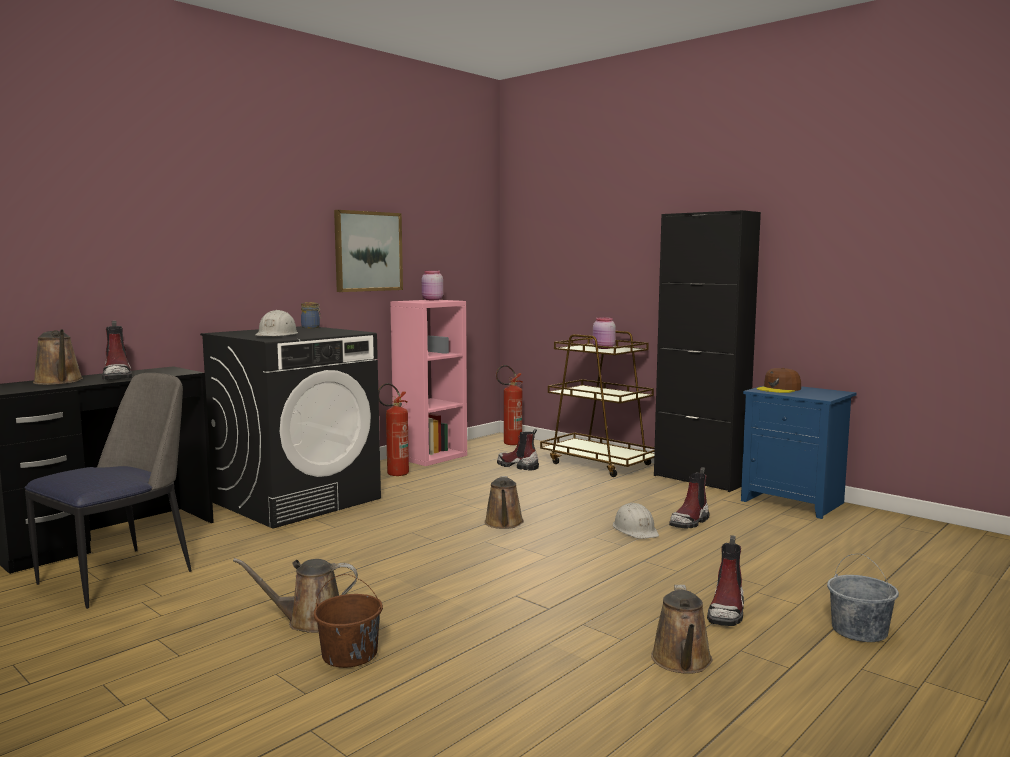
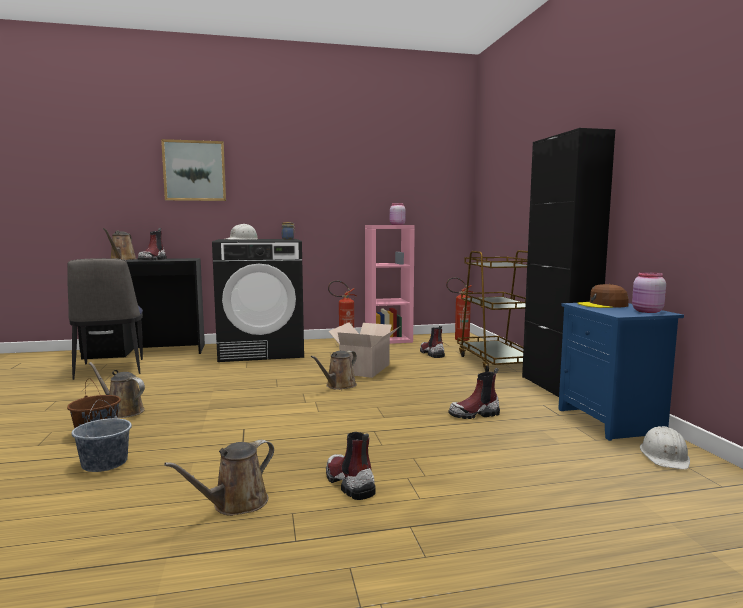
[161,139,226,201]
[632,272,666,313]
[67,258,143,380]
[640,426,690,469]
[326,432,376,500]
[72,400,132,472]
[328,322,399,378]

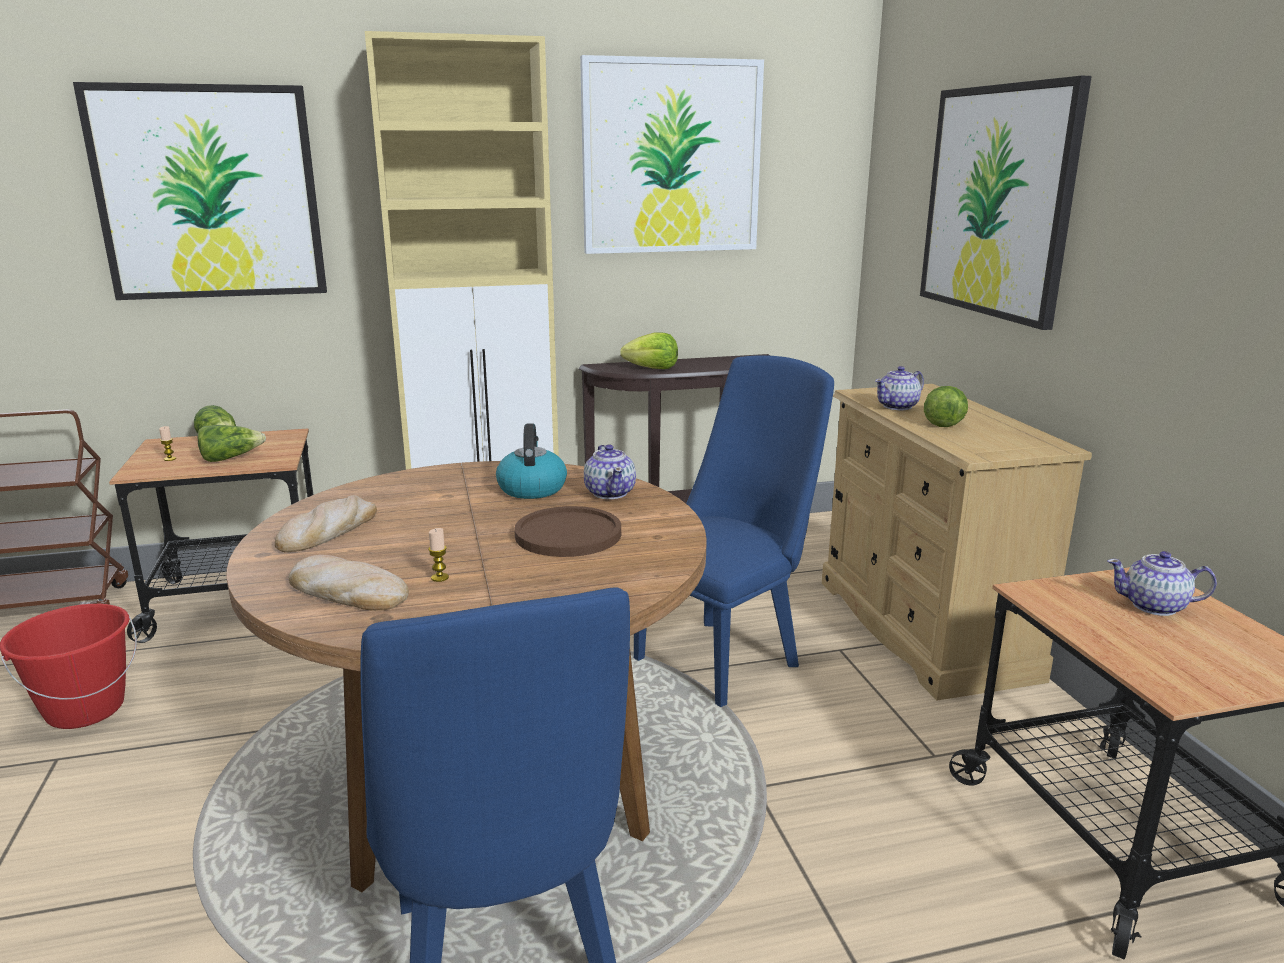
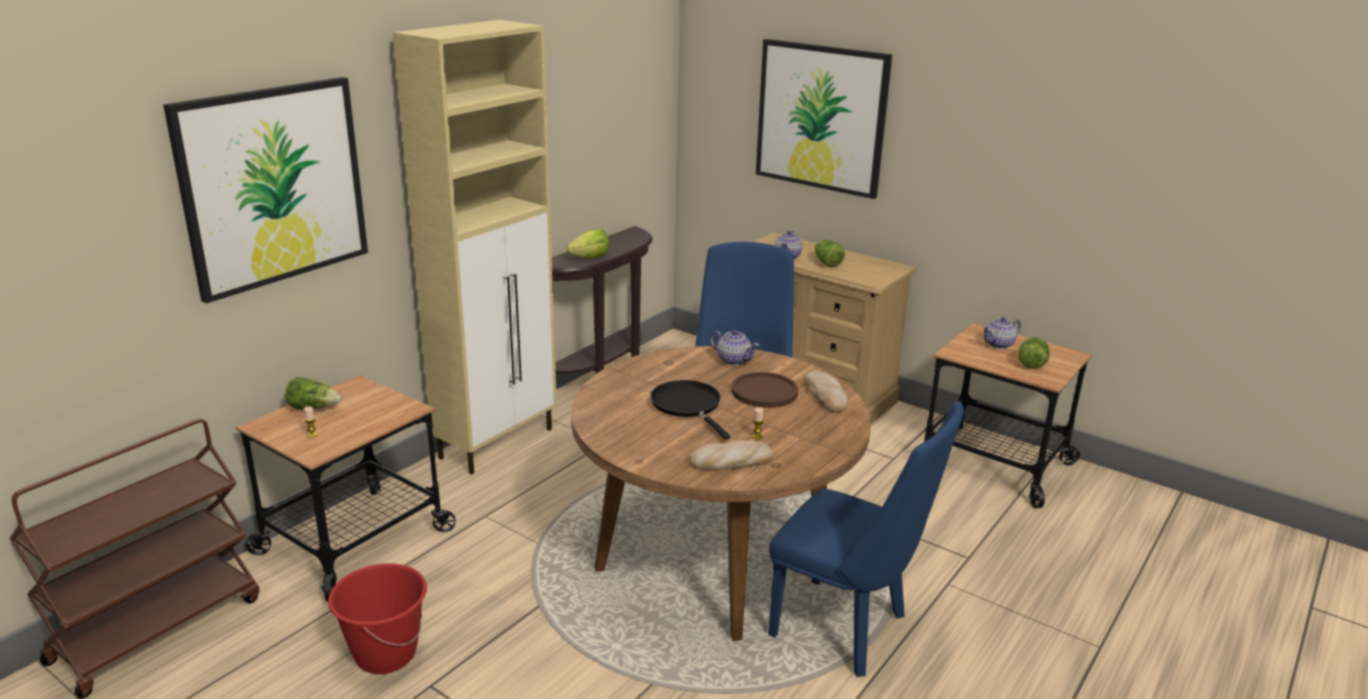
[580,55,764,254] (first image)
[496,423,567,499] (first image)
[1018,337,1050,369]
[804,371,848,412]
[651,380,730,439]

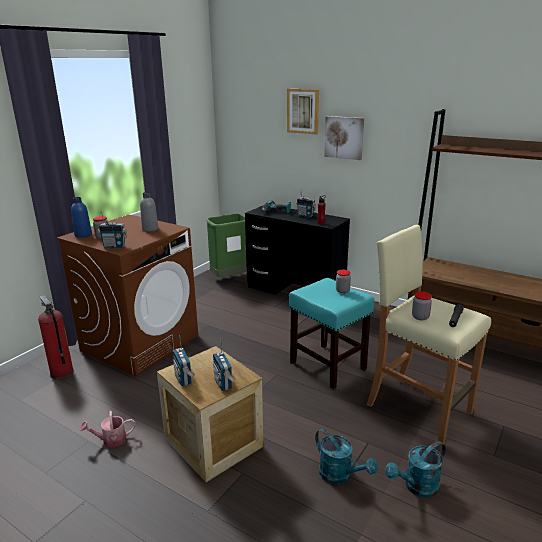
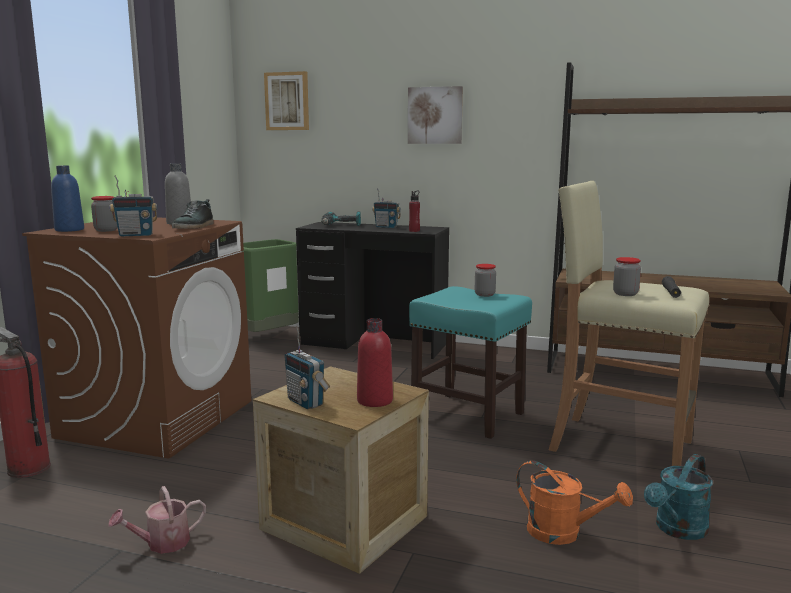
[264,71,309,130]
[357,318,393,407]
[516,461,633,545]
[172,199,213,228]

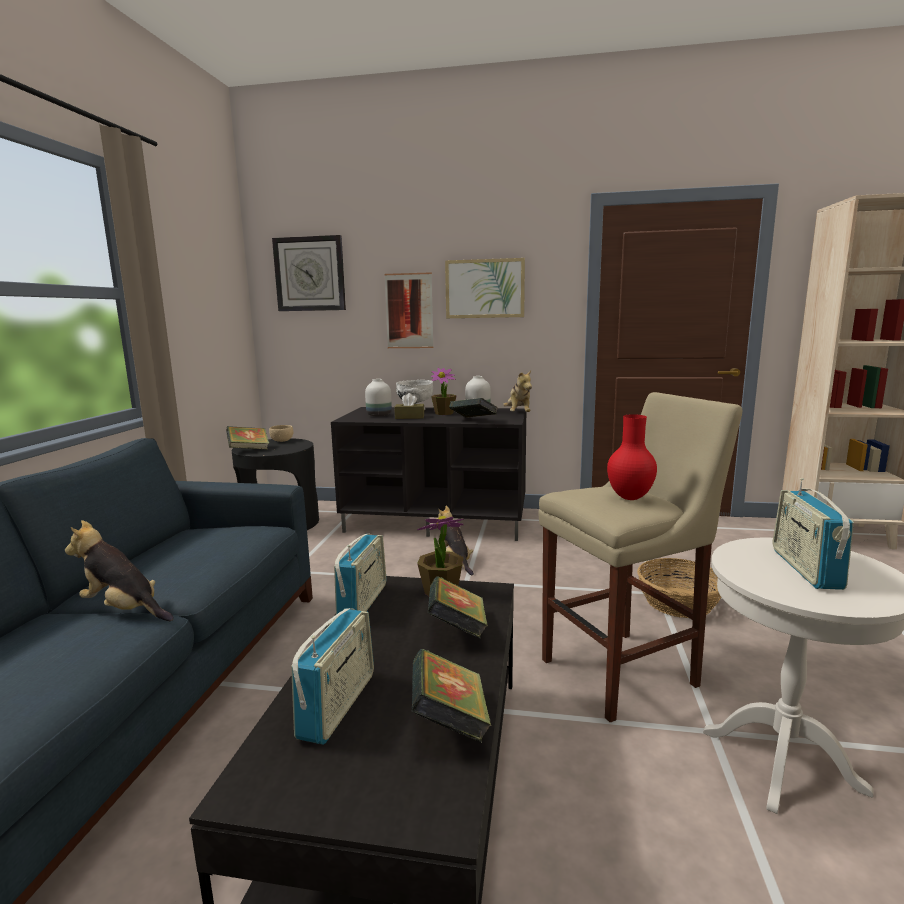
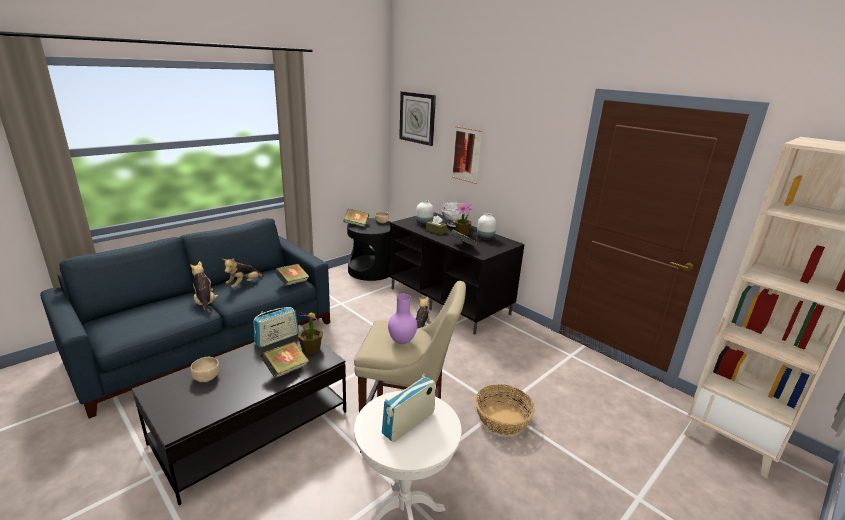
[445,258,525,318] (first image)
[222,258,264,288]
[388,294,417,344]
[190,357,220,382]
[274,264,310,286]

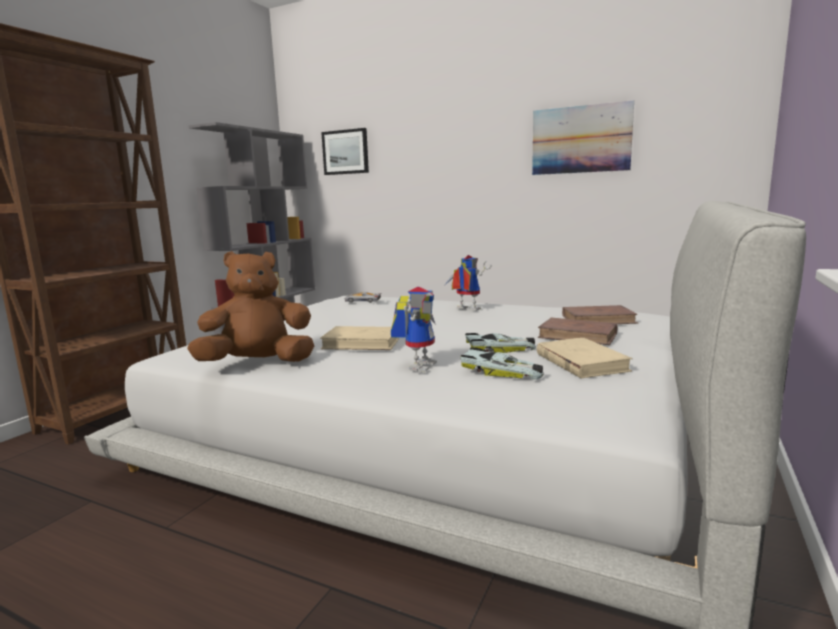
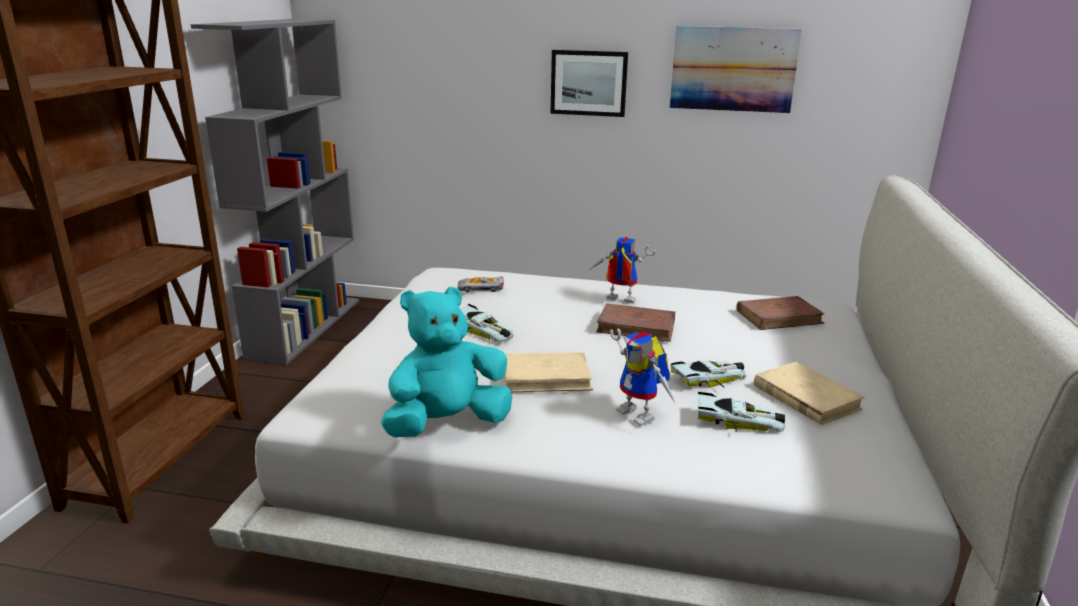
[550,50,628,117]
[381,287,512,437]
[610,328,675,426]
[596,303,675,342]
[460,304,514,342]

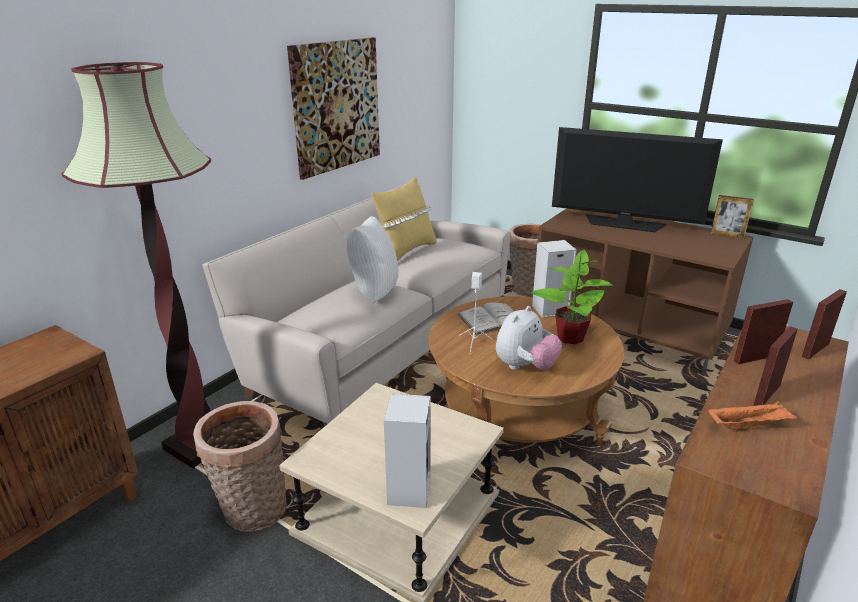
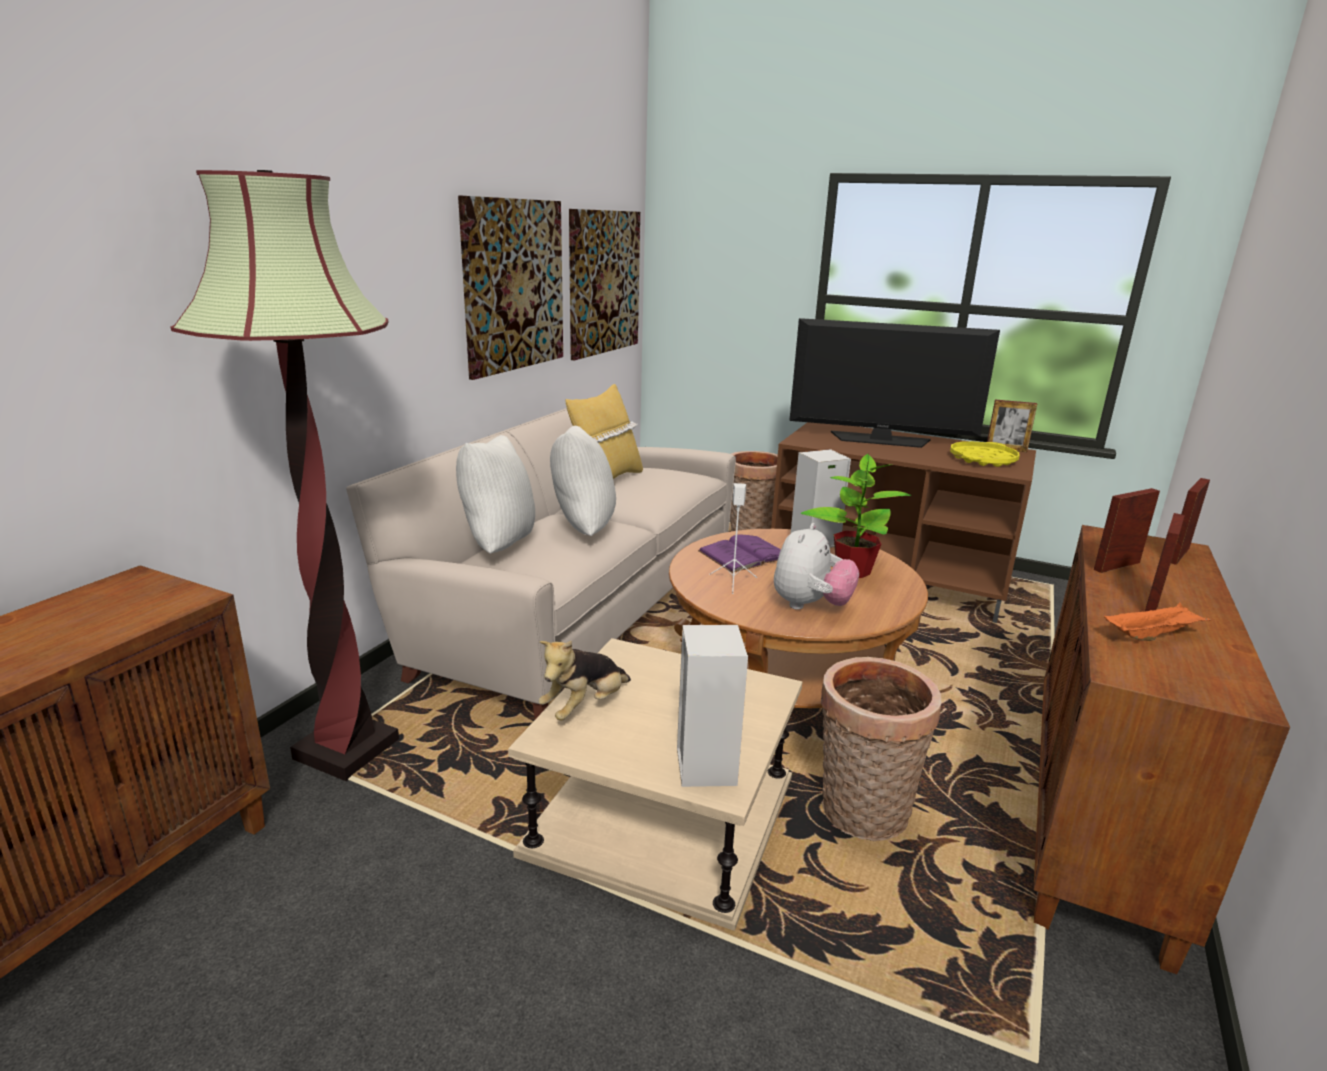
[698,534,781,573]
[821,657,941,841]
[569,209,640,360]
[456,435,535,554]
[950,441,1020,467]
[538,641,631,721]

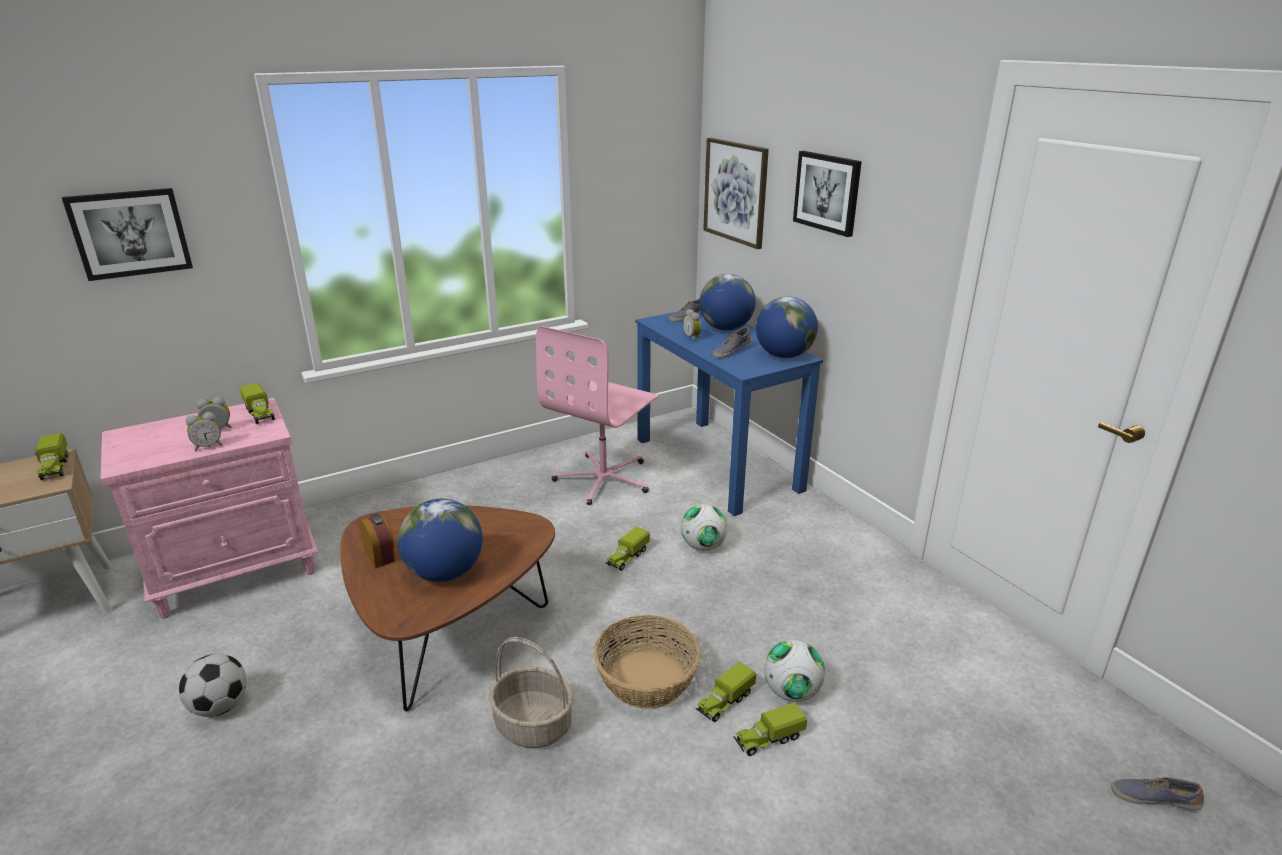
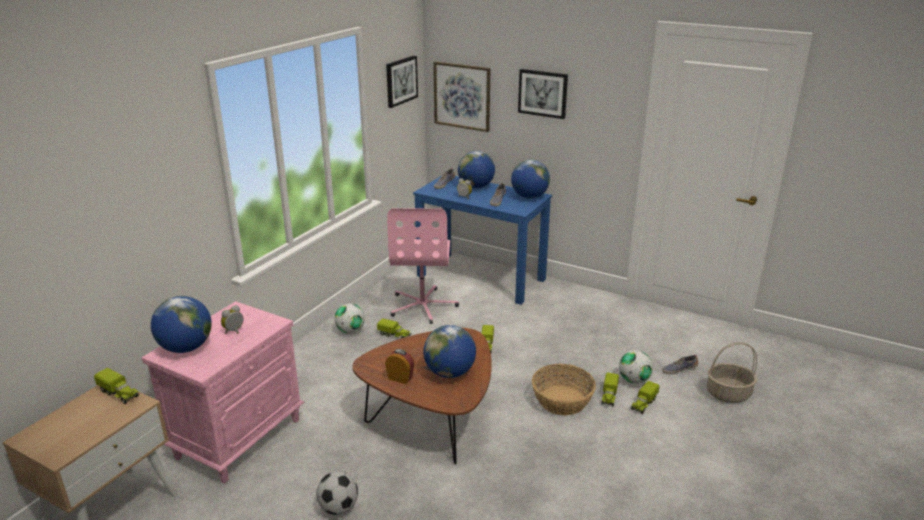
[386,56,418,108]
[377,318,412,338]
[186,412,222,451] (first image)
[335,304,365,334]
[707,342,757,403]
[662,355,699,374]
[151,296,212,353]

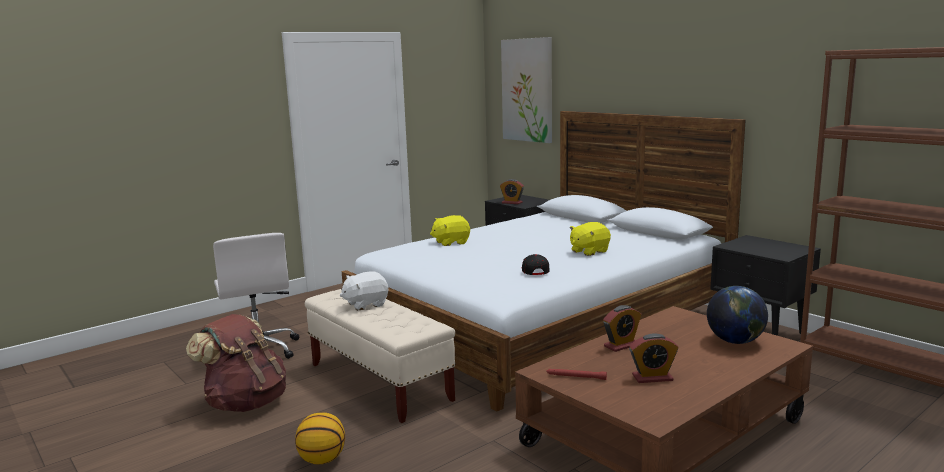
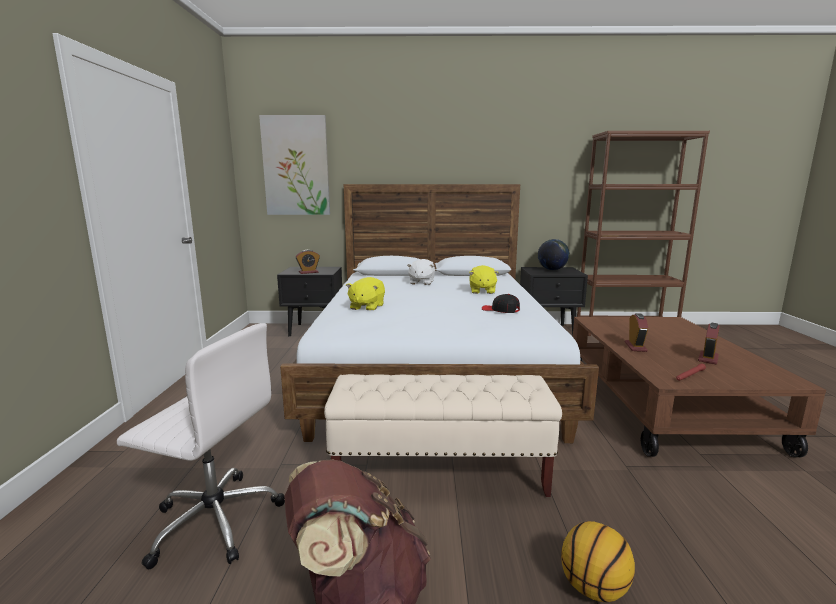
[407,259,435,285]
[538,239,570,270]

